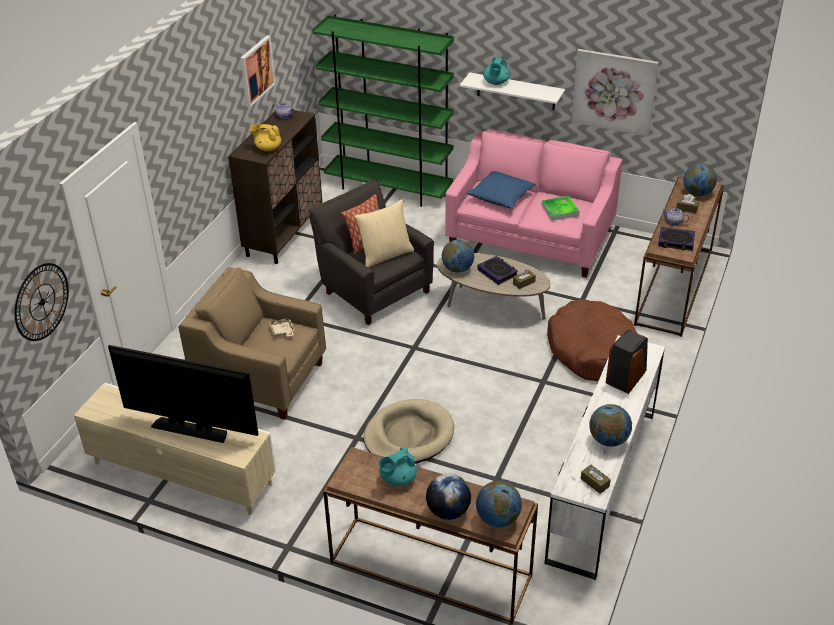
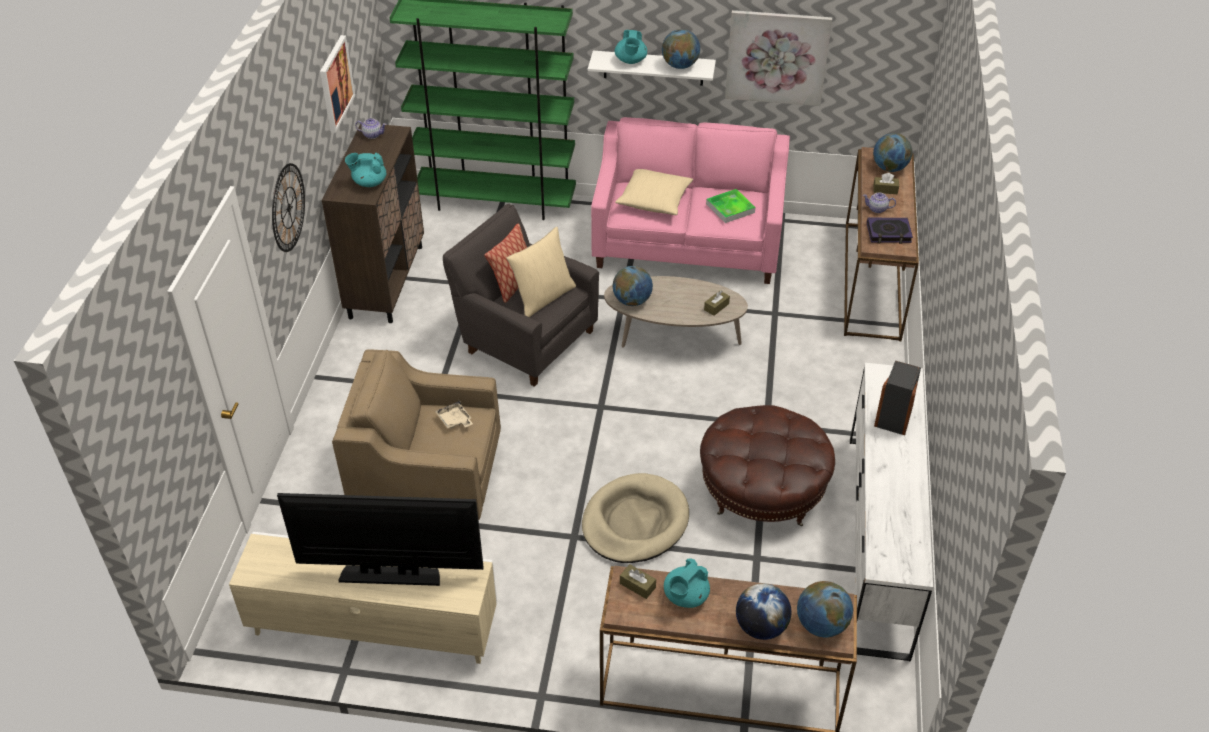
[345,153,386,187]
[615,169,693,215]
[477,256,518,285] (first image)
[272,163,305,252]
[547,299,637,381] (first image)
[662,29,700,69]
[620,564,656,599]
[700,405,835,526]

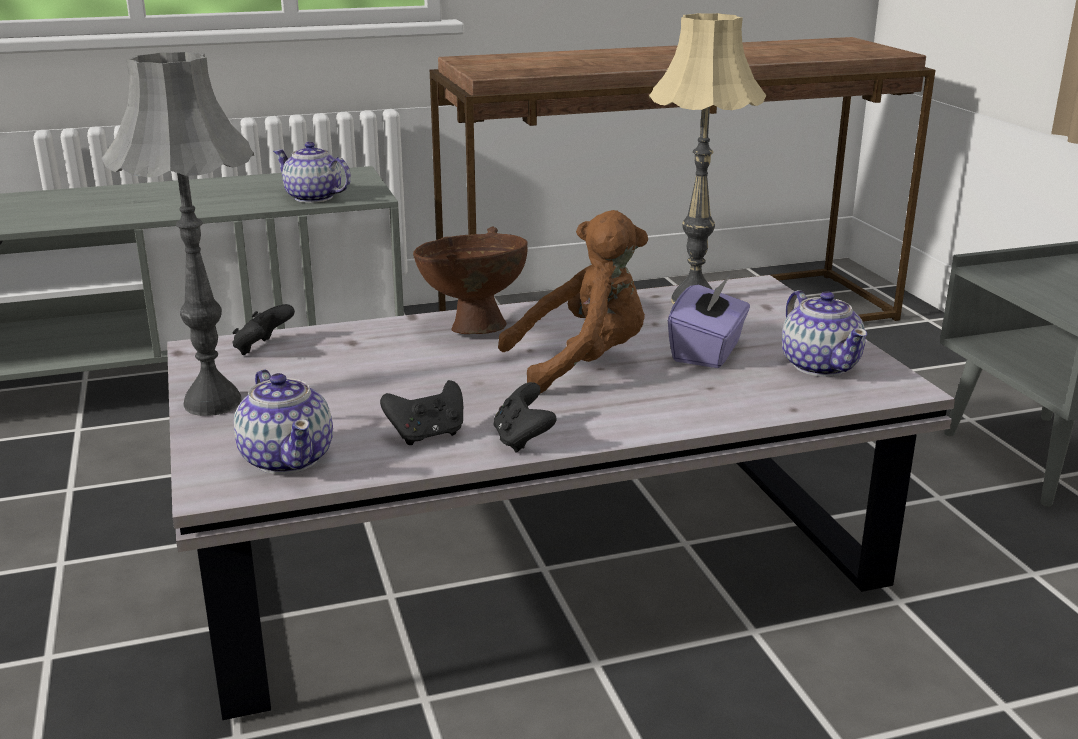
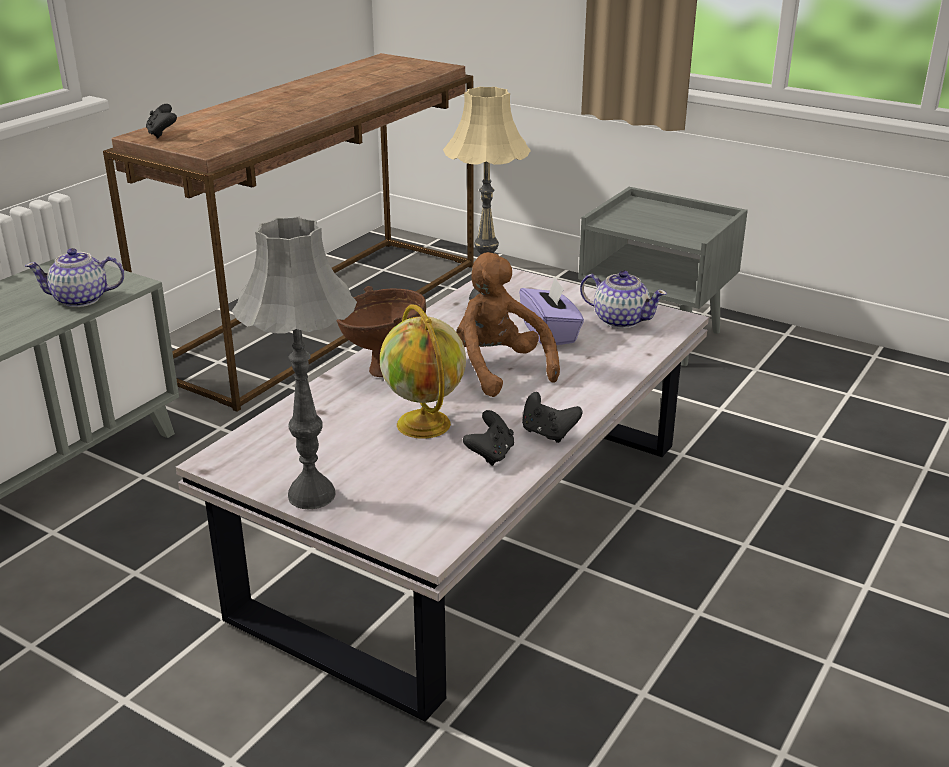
[457,252,560,397]
[146,104,177,139]
[234,369,333,474] (first image)
[380,305,466,439]

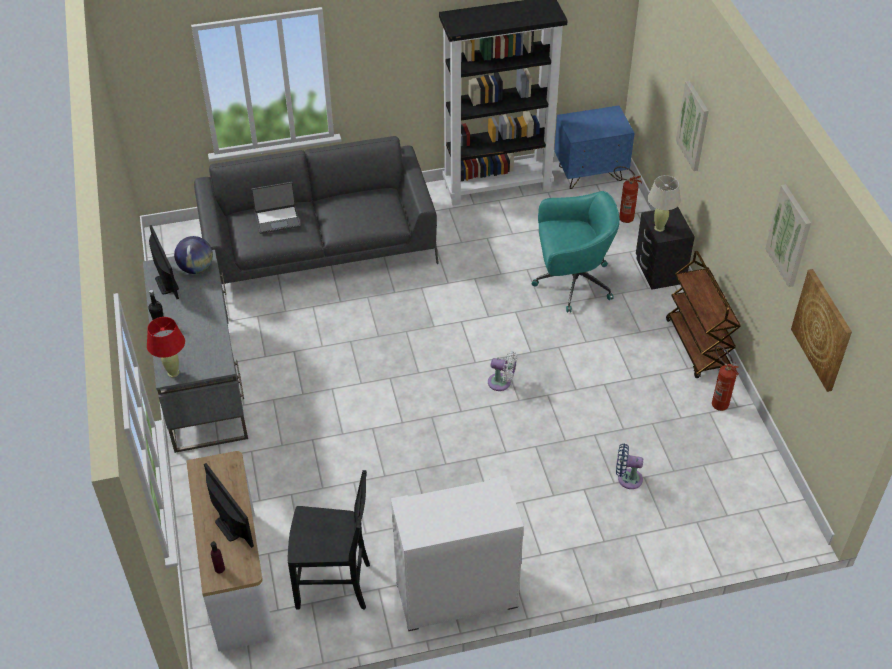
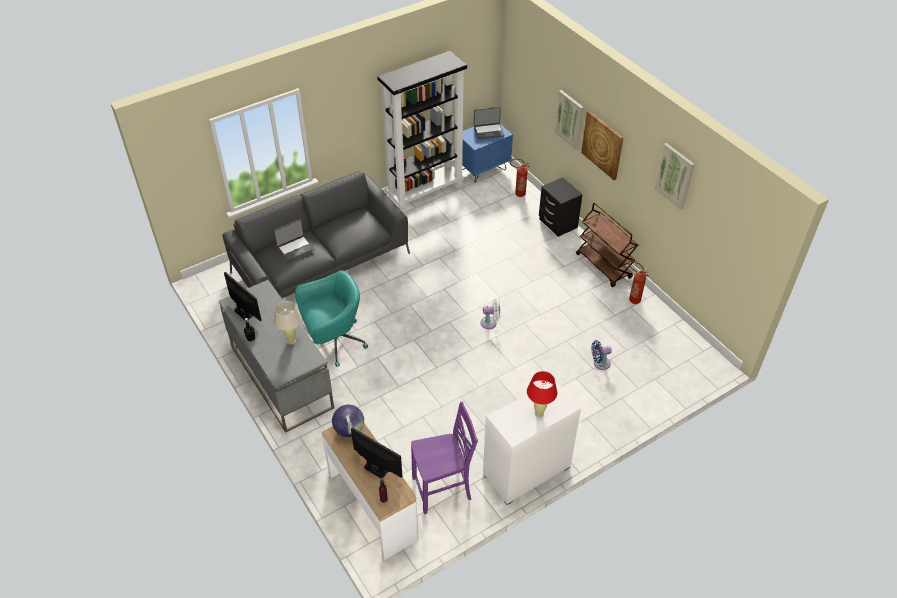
[273,301,301,344]
[295,270,368,367]
[332,405,364,437]
[581,110,624,180]
[527,371,557,417]
[411,401,478,514]
[474,107,504,140]

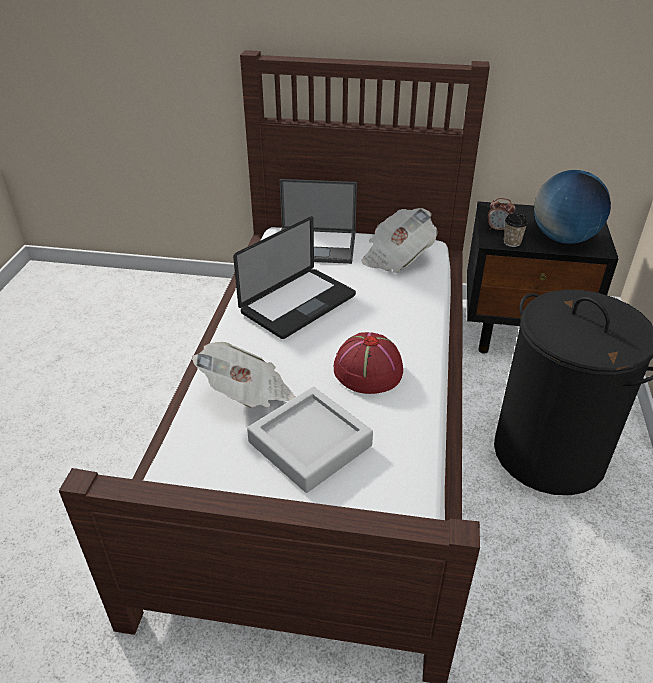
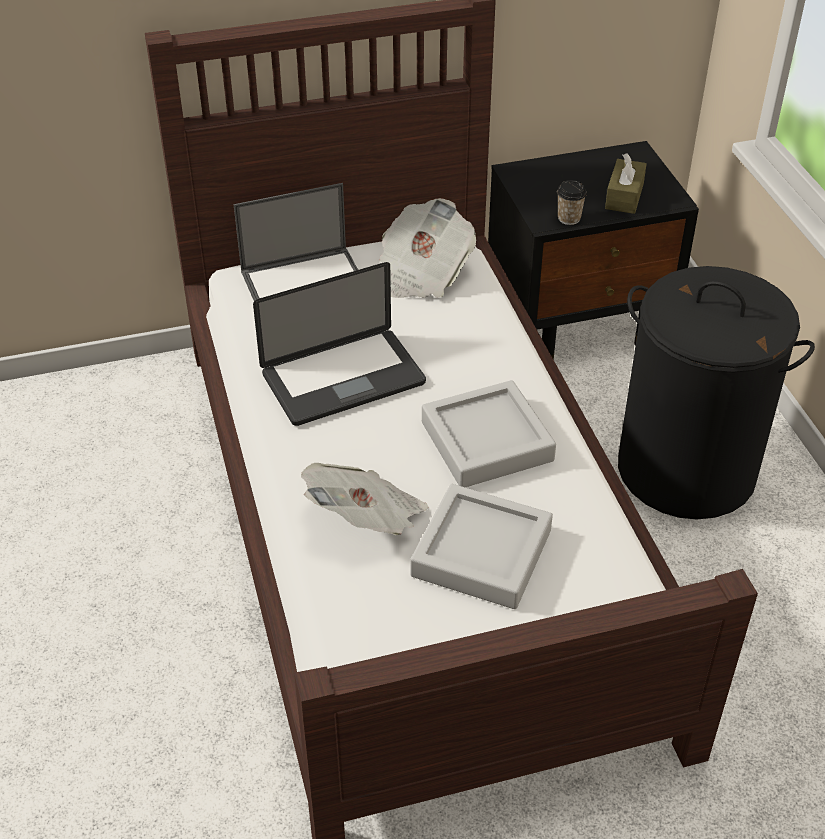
[605,153,647,214]
[488,198,515,230] (first image)
[253,262,426,426]
[422,380,556,487]

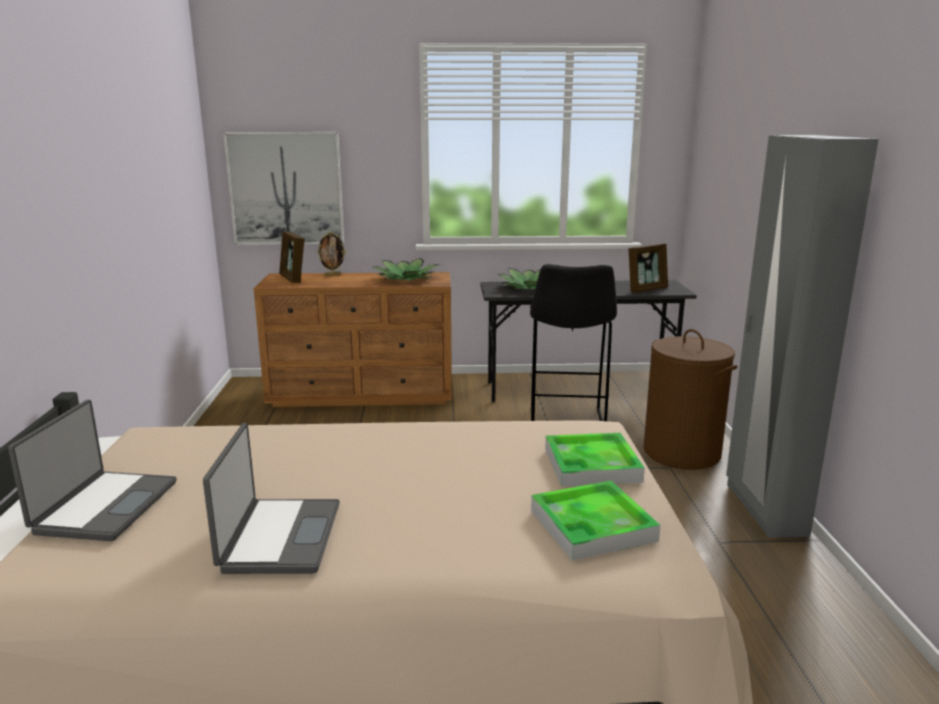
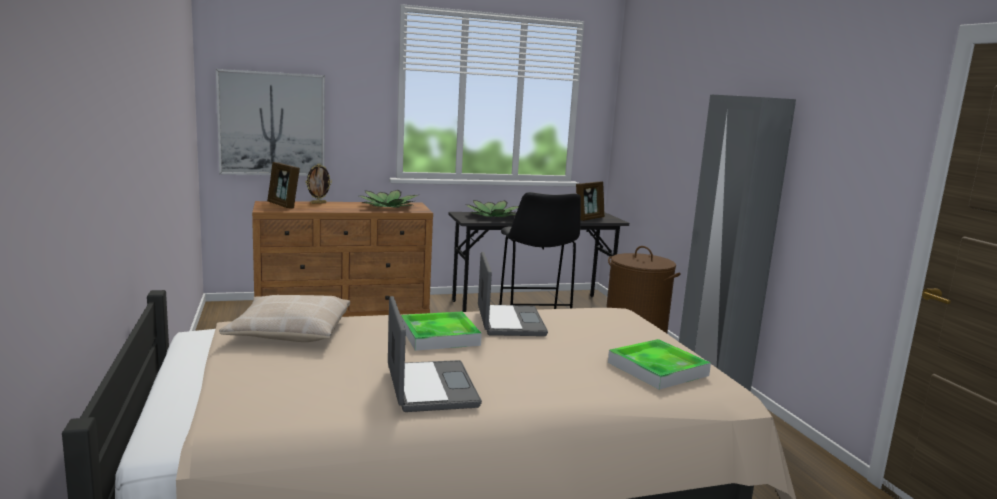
[478,252,548,336]
[401,312,482,351]
[219,295,350,342]

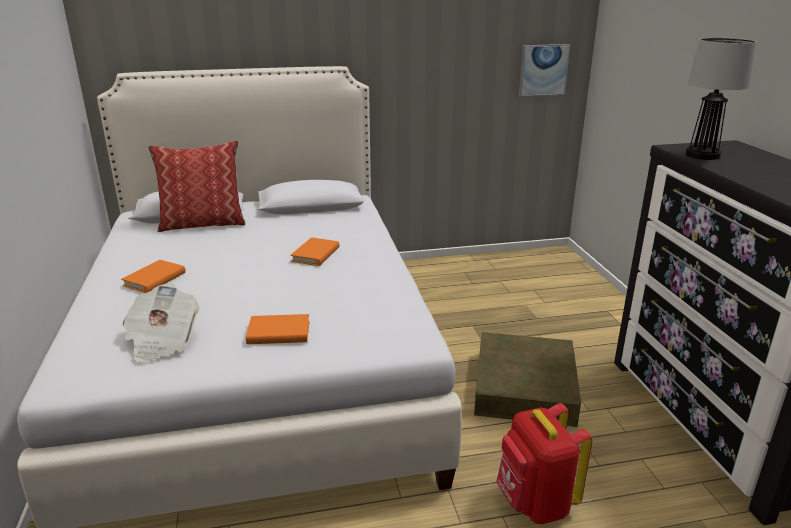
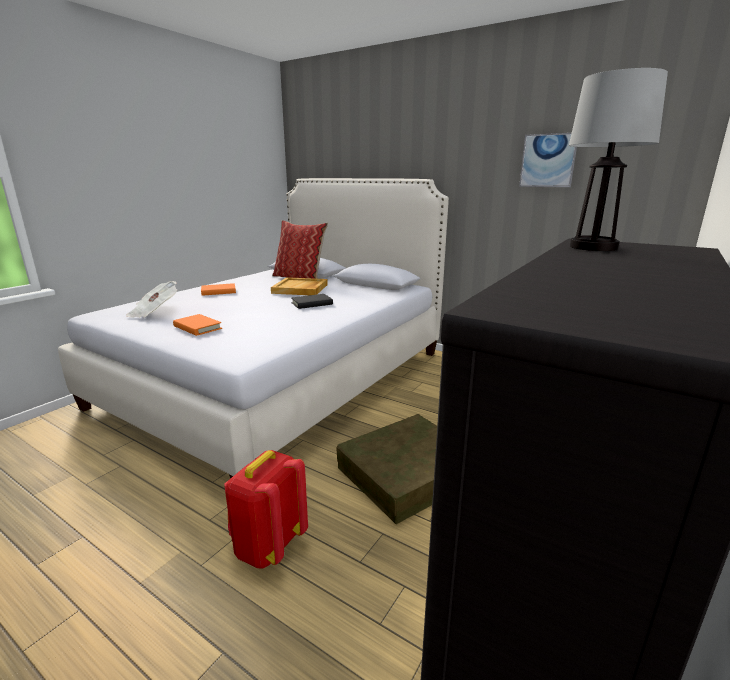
[519,133,577,187]
[291,294,333,309]
[271,277,328,295]

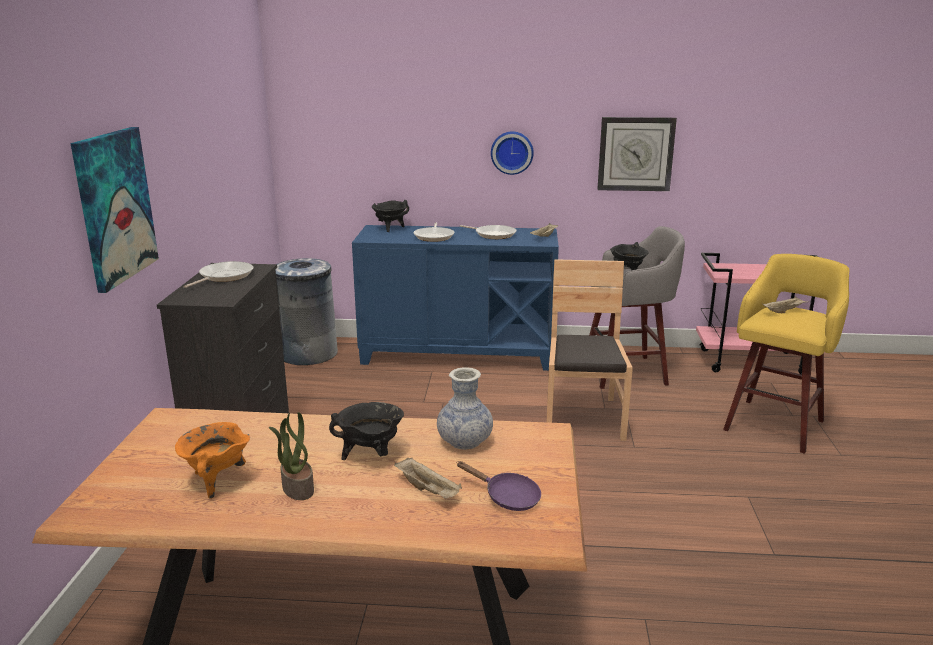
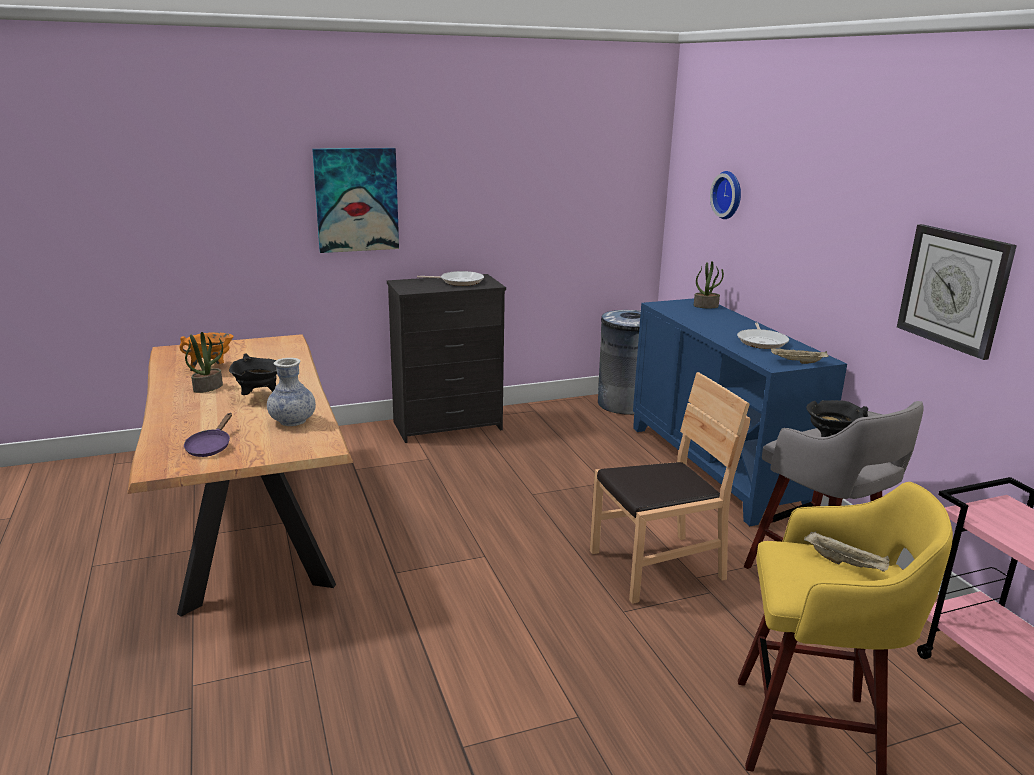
[710,171,741,219]
[694,261,724,308]
[413,223,455,242] (first image)
[394,457,462,499] (first image)

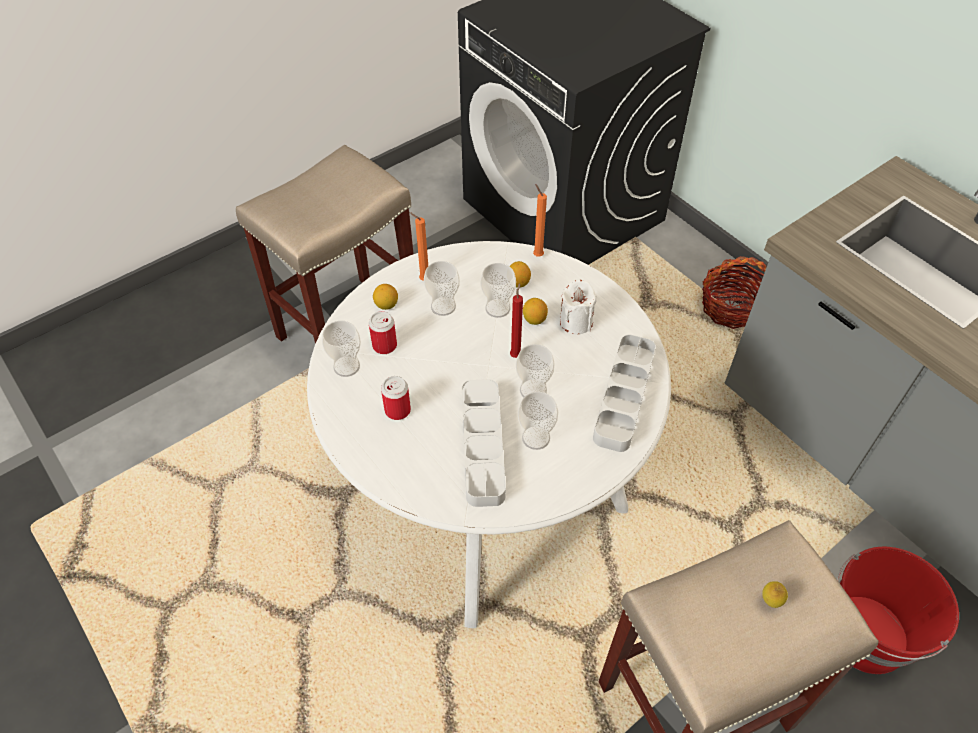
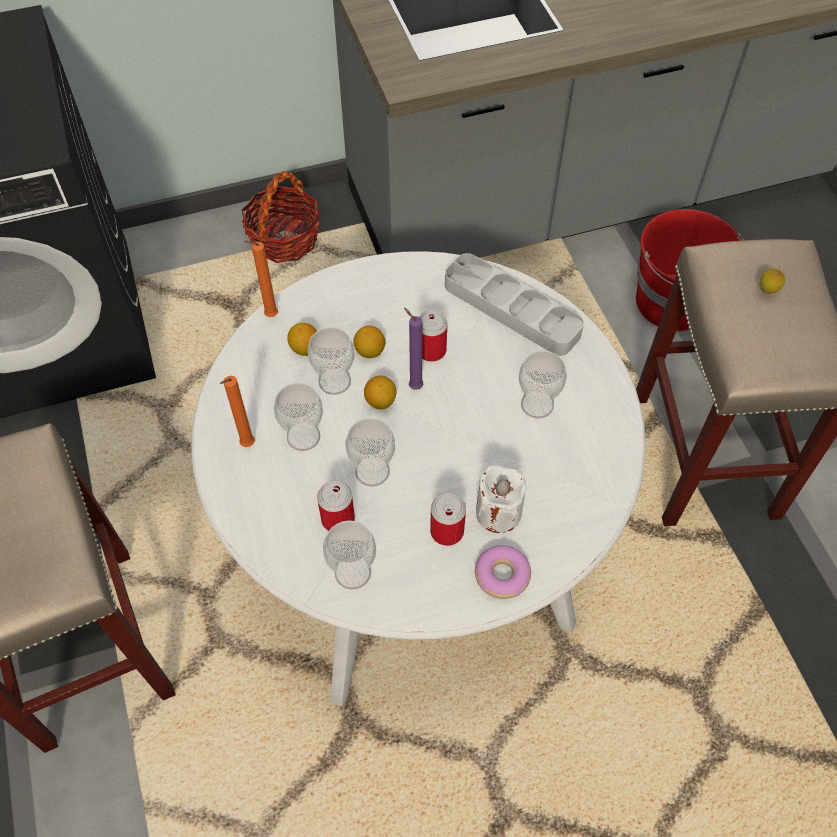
[476,465,526,533]
[404,307,423,390]
[364,375,396,409]
[346,418,395,487]
[462,379,506,507] (first image)
[420,310,448,362]
[475,545,531,599]

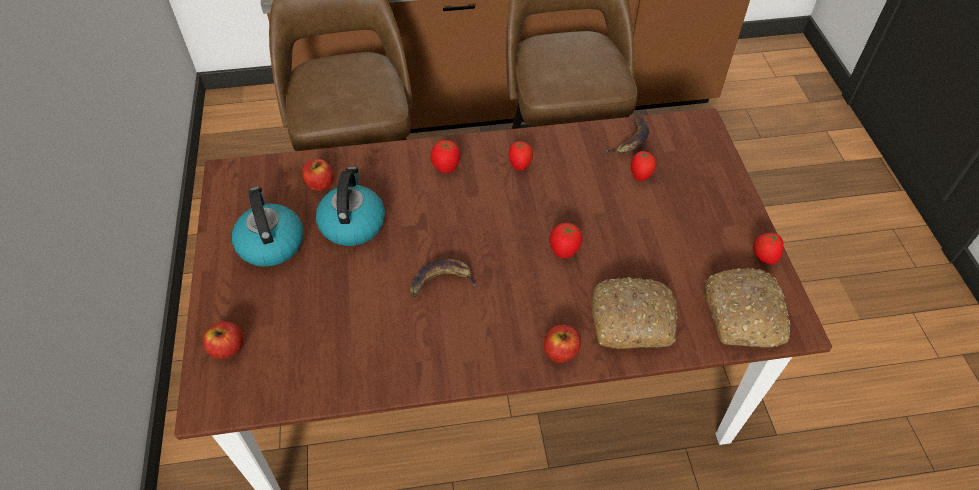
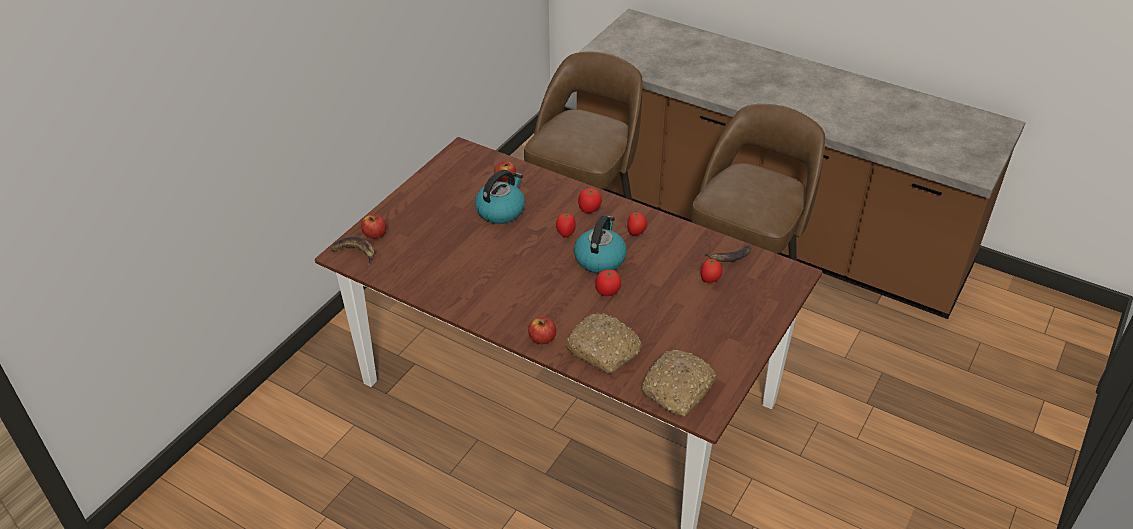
[574,216,627,273]
[556,213,576,237]
[331,237,375,266]

